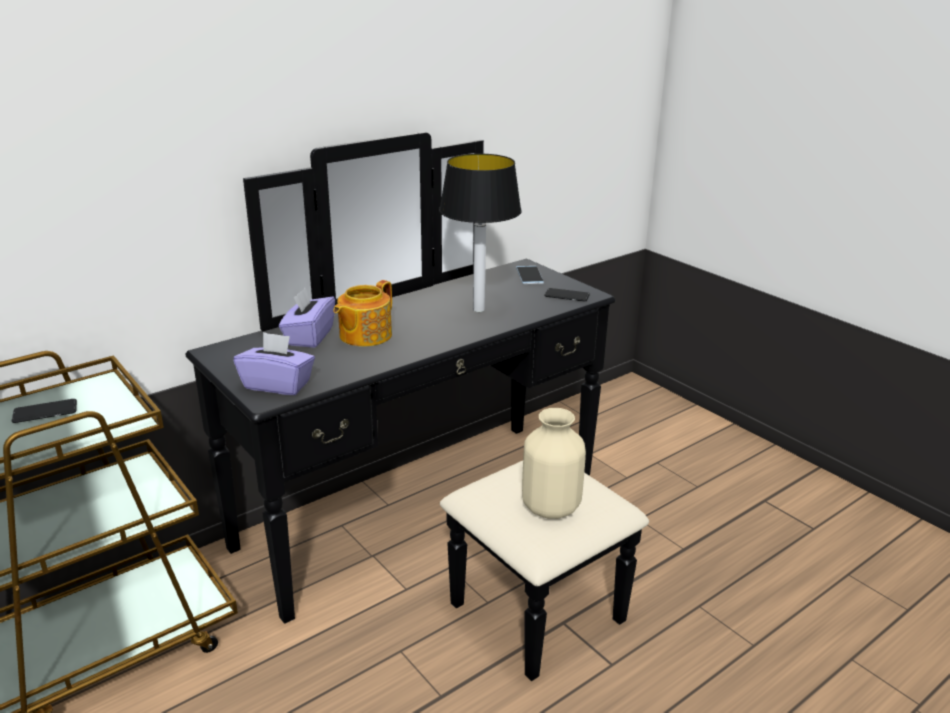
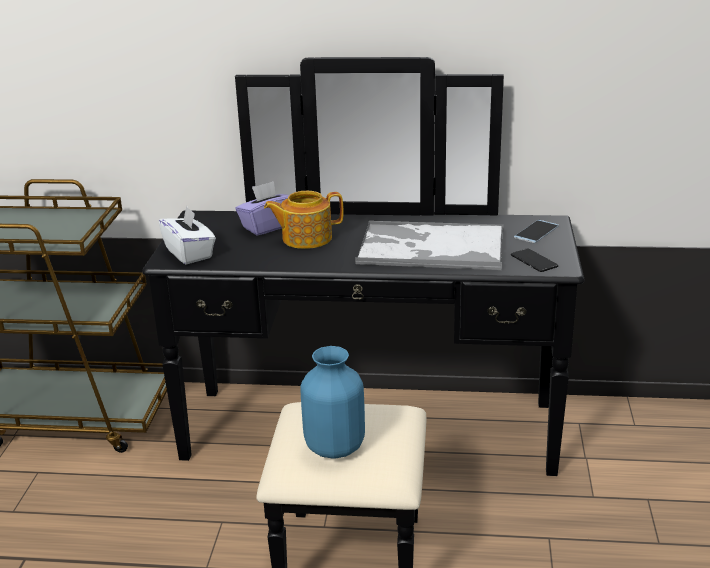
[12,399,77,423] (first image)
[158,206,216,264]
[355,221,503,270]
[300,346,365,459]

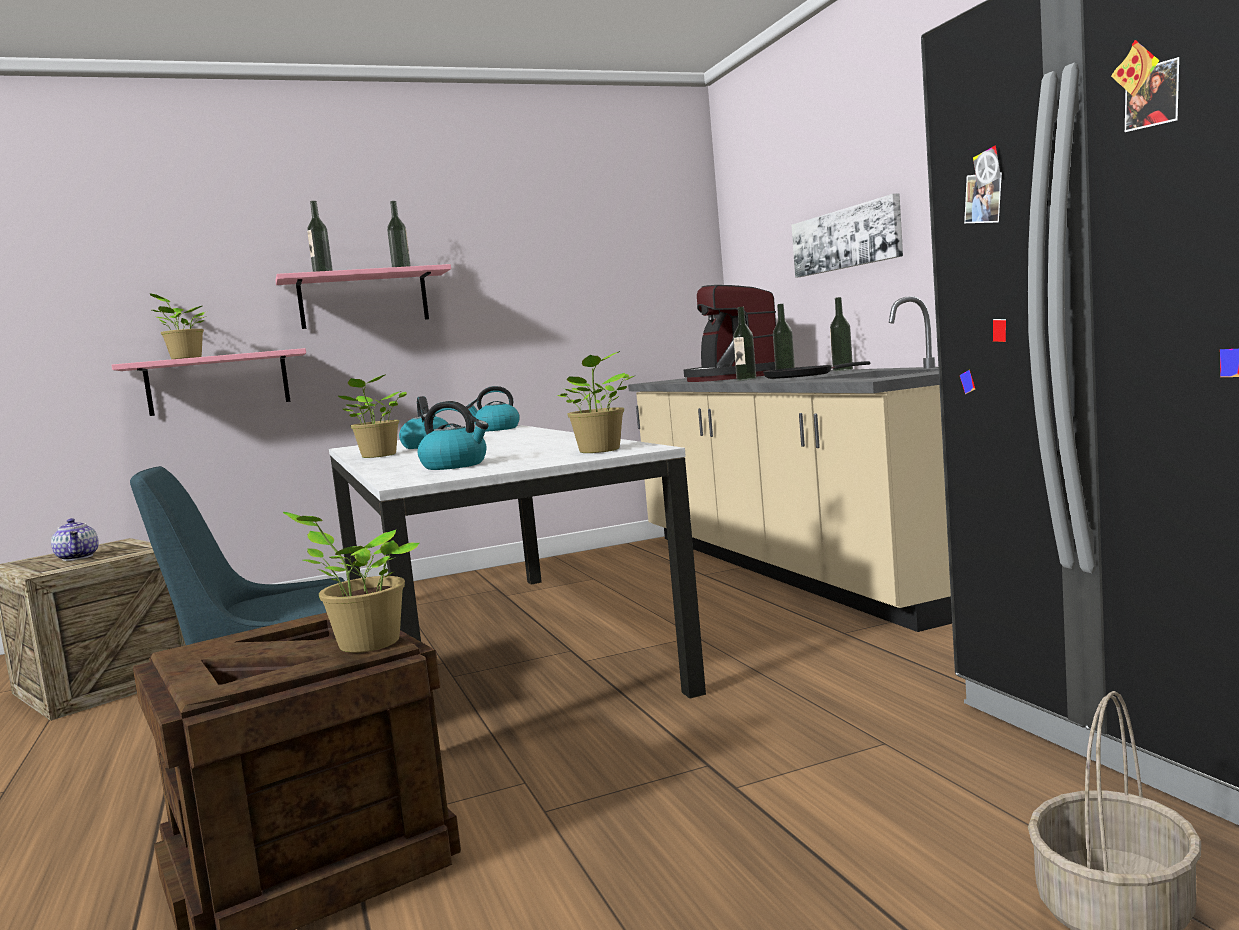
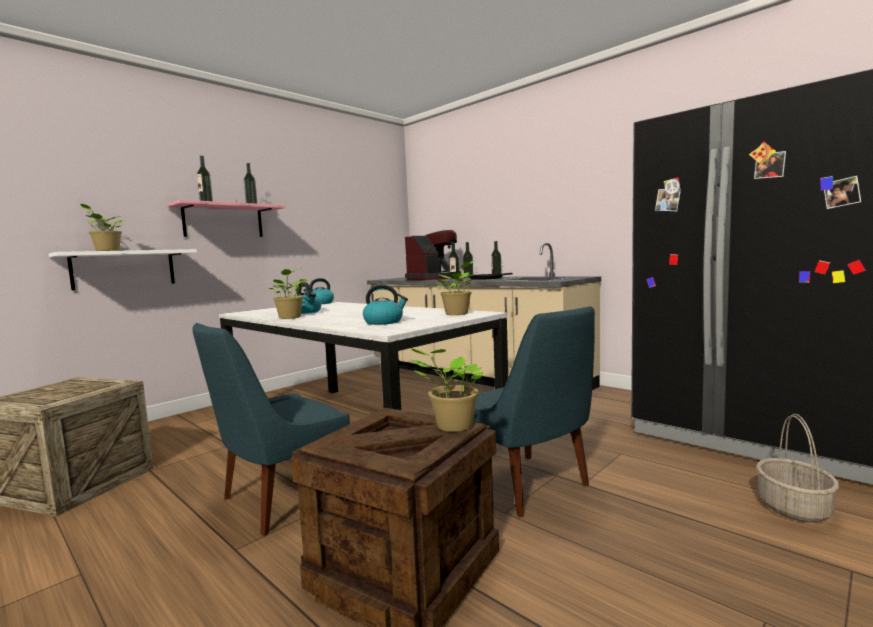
[51,518,99,561] (first image)
[49,249,197,290]
[405,230,461,280]
[791,194,903,278] (first image)
[473,306,595,518]

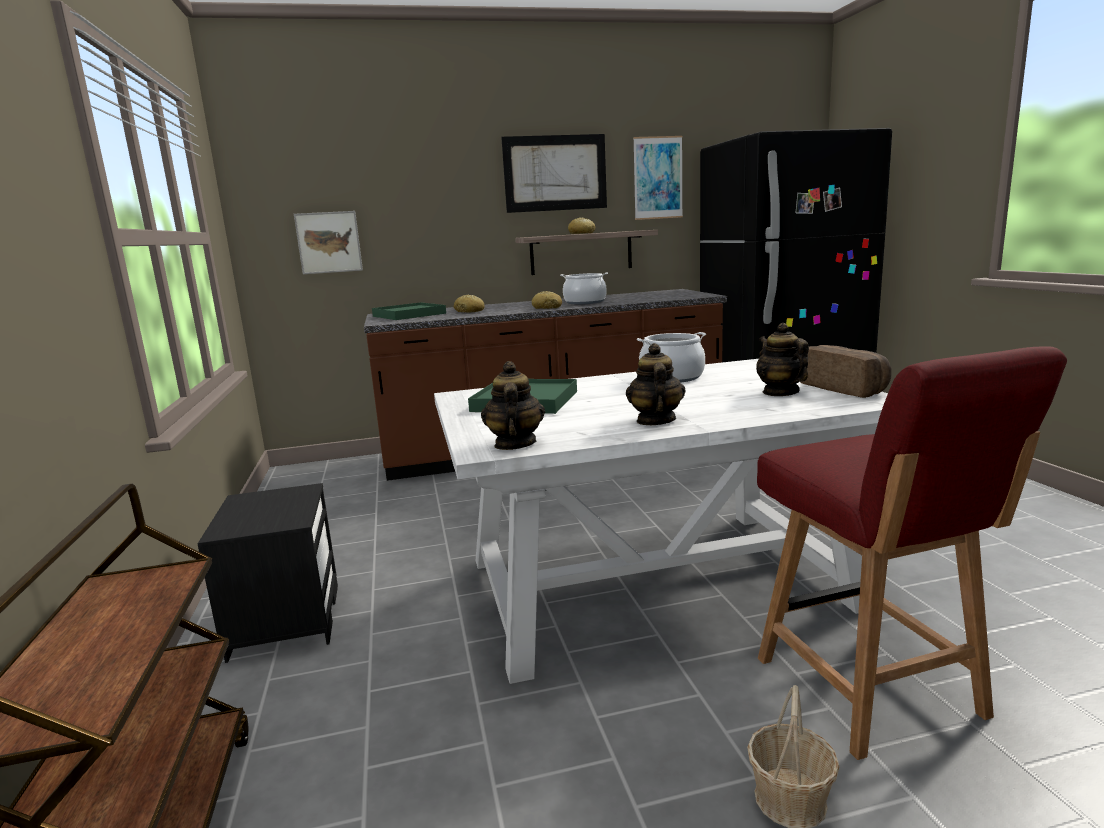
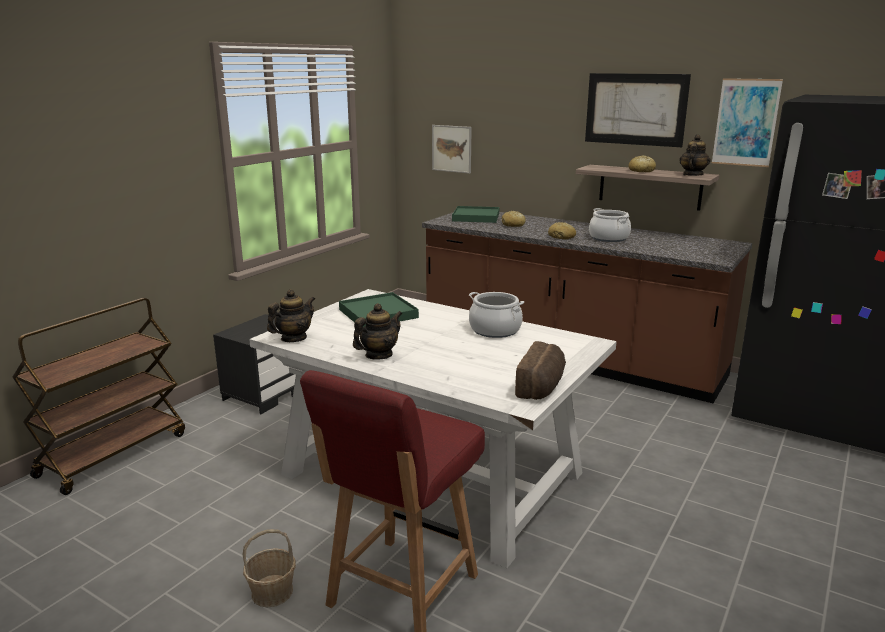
[679,135,711,176]

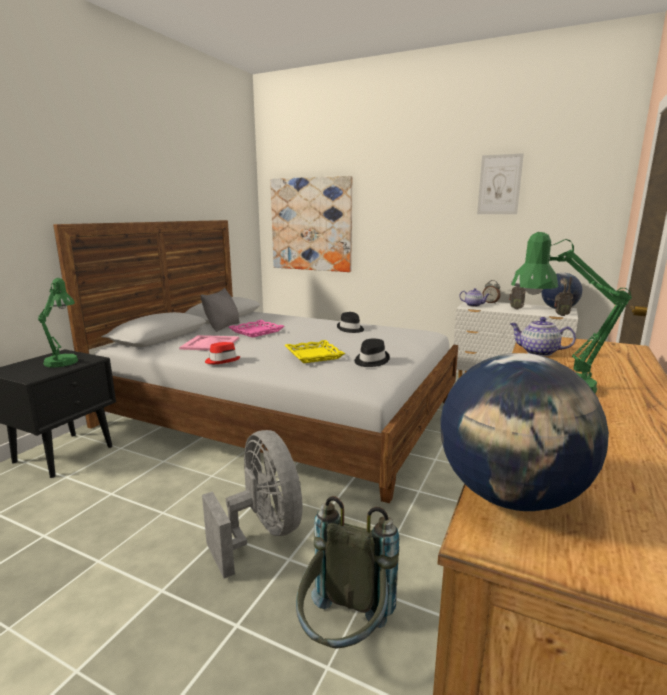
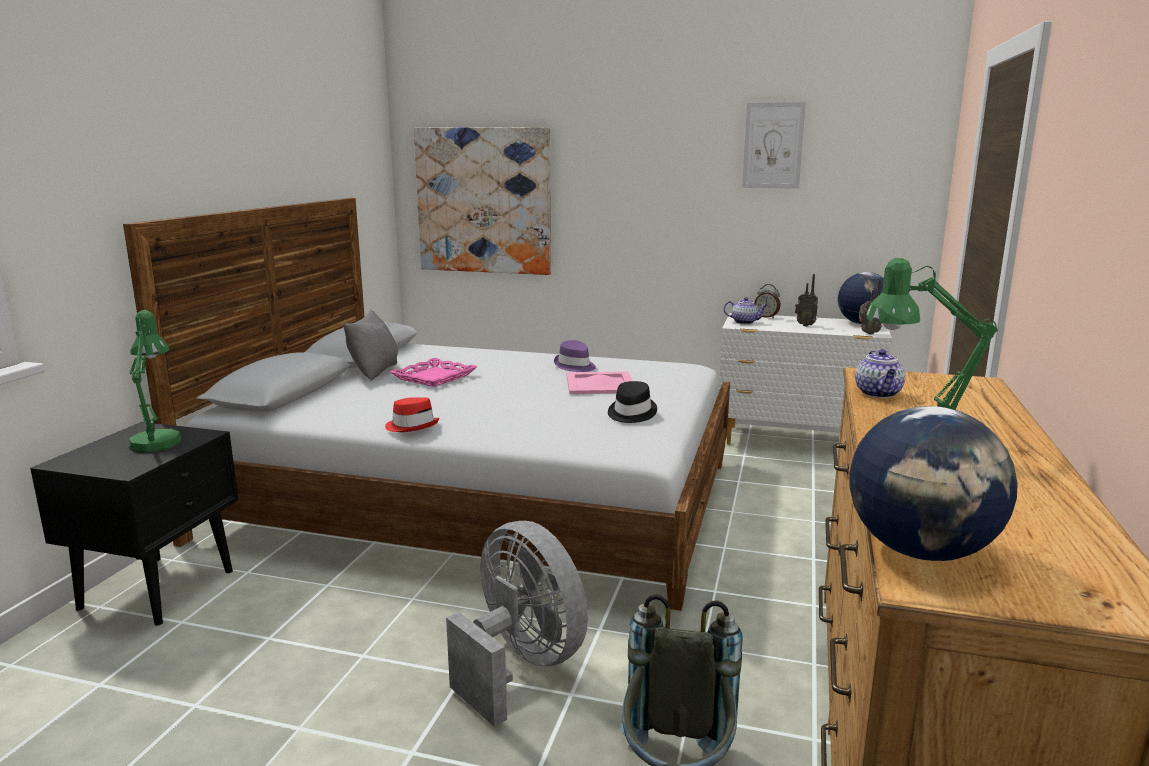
[567,372,632,394]
[285,340,345,363] (first image)
[554,340,596,372]
[855,349,905,398]

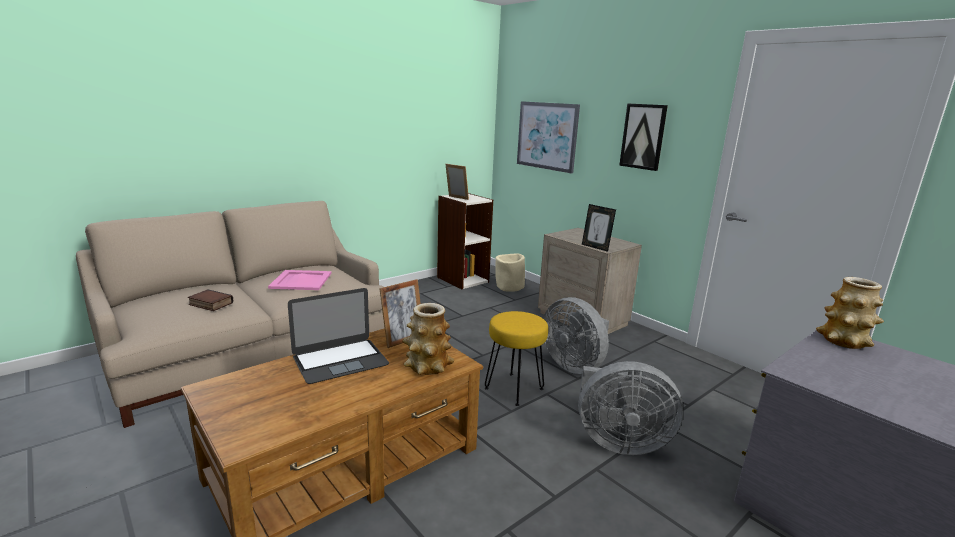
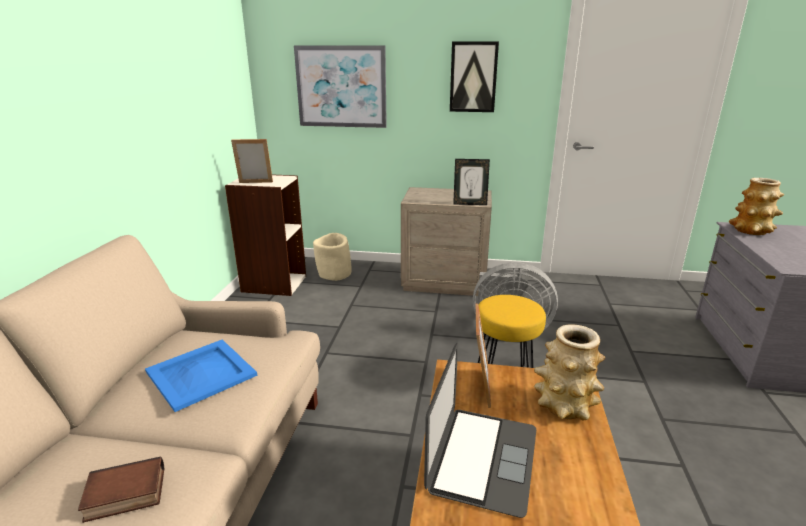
[145,339,257,412]
[578,361,683,455] (first image)

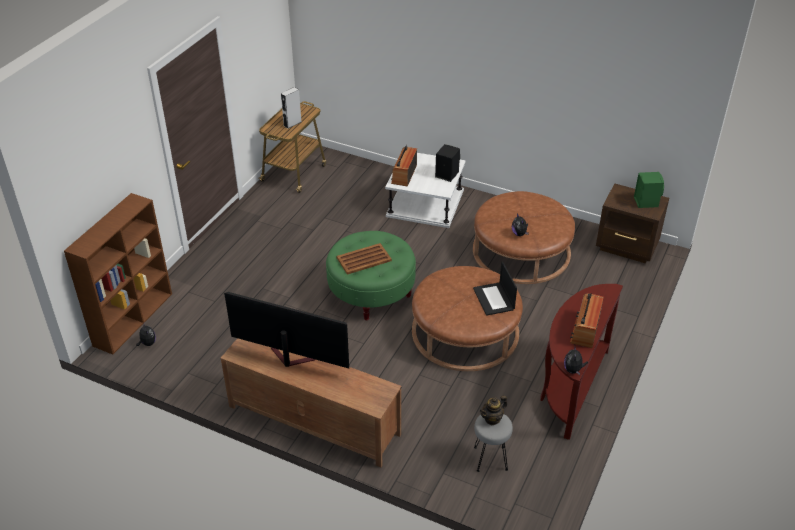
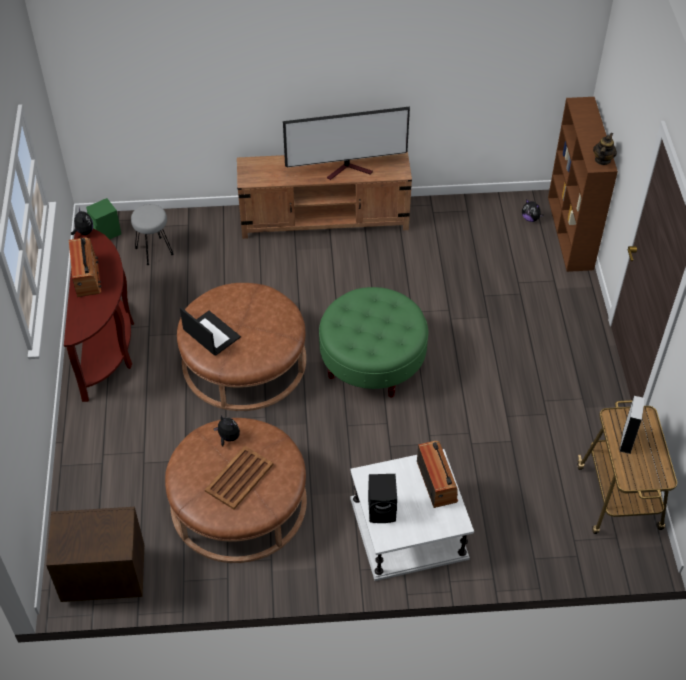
[205,445,273,510]
[593,133,617,165]
[86,198,121,239]

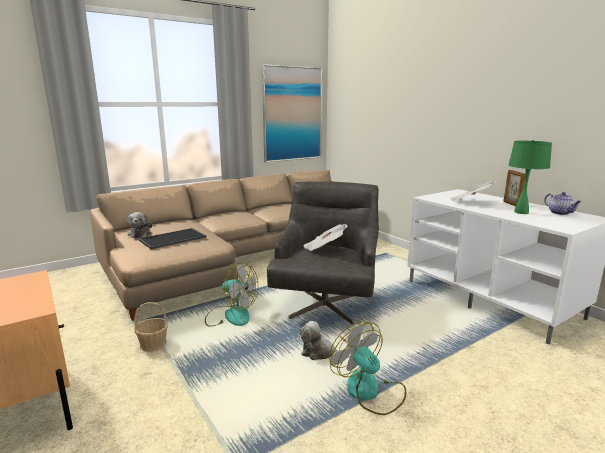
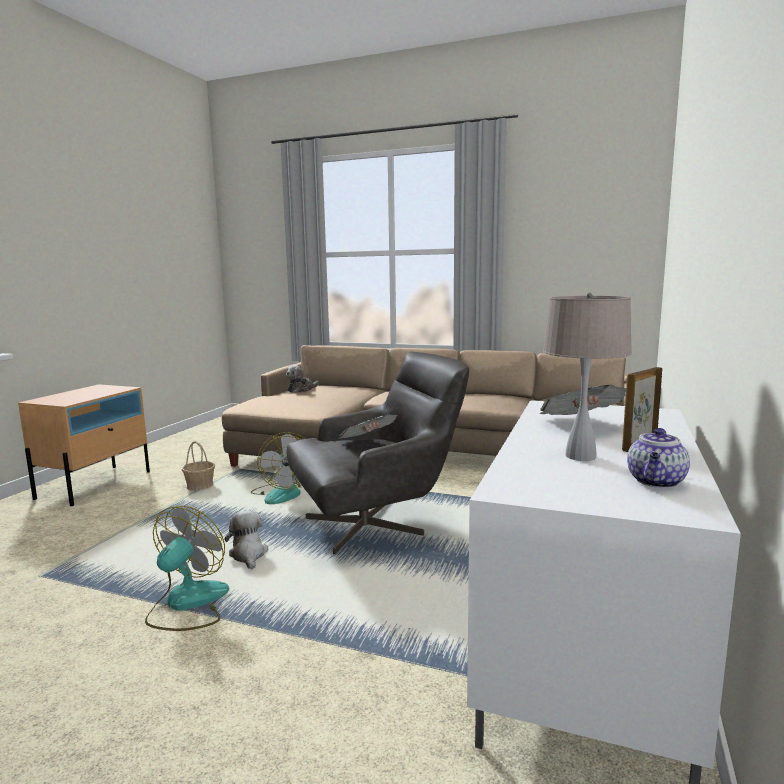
[139,228,207,249] (first image)
[262,64,322,162] (first image)
[543,293,632,461]

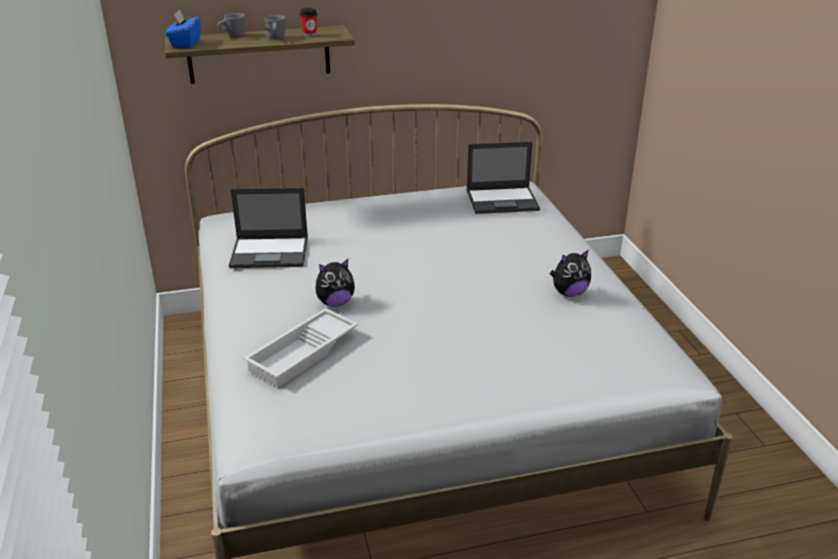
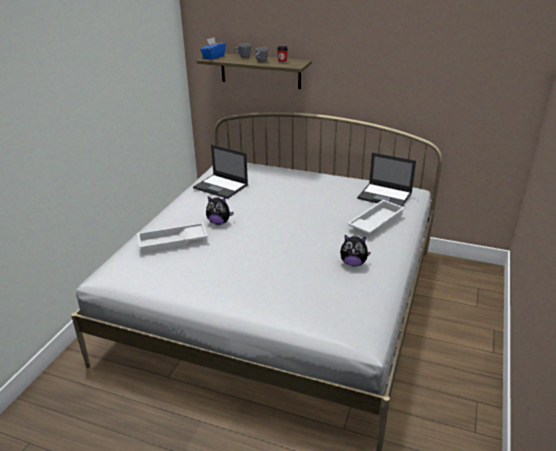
[347,200,405,234]

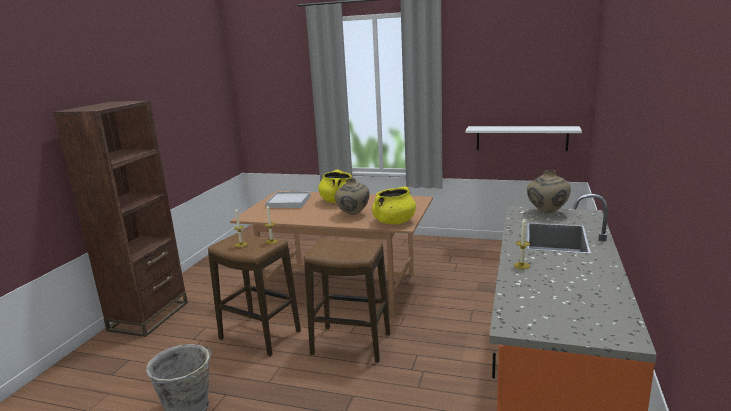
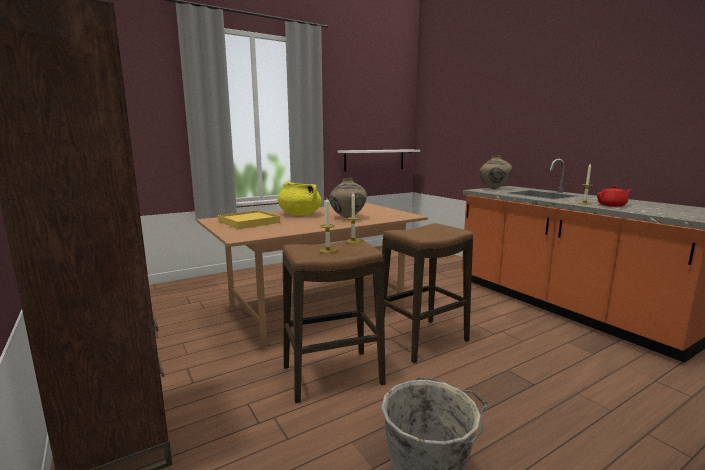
[218,210,280,229]
[372,187,416,225] (first image)
[597,185,632,207]

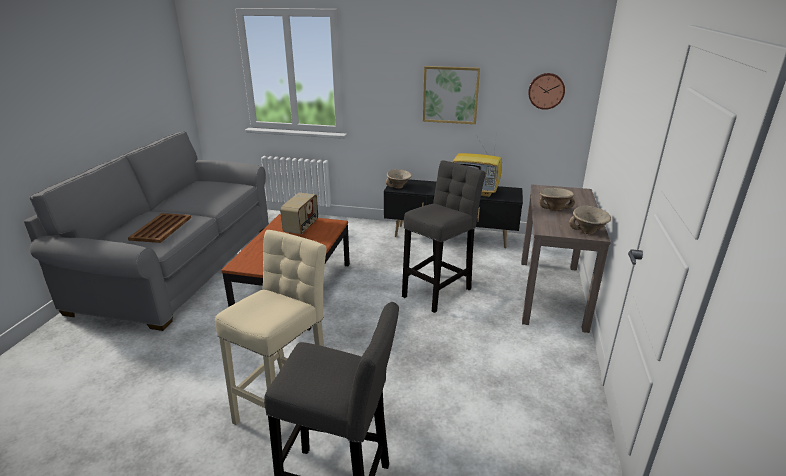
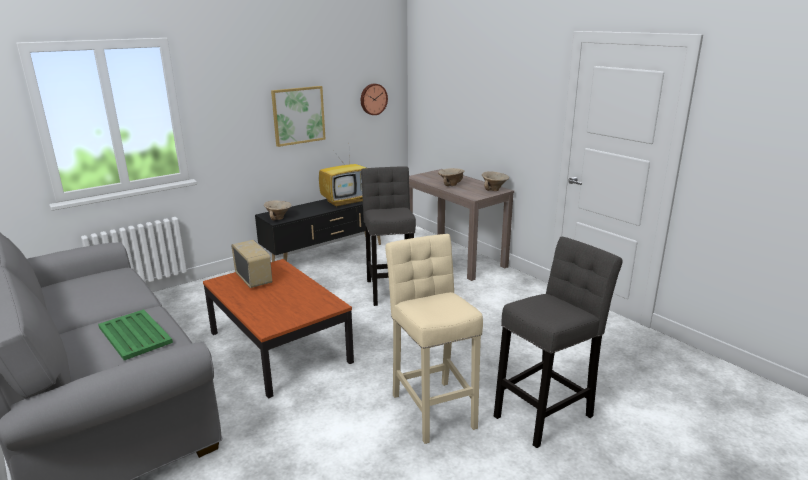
[98,309,173,360]

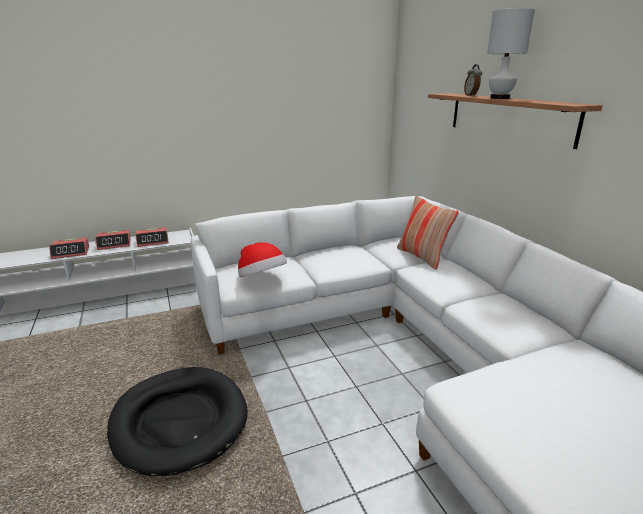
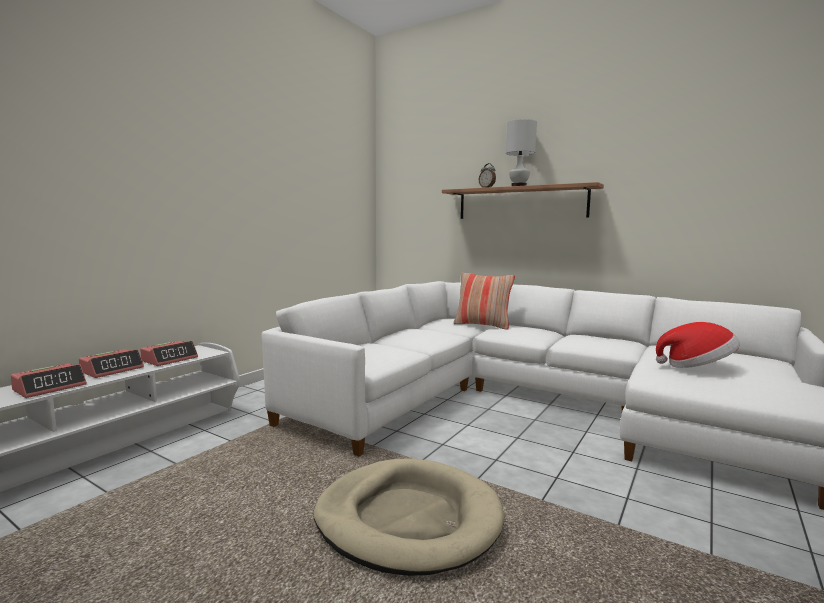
[313,458,504,576]
[656,322,740,368]

